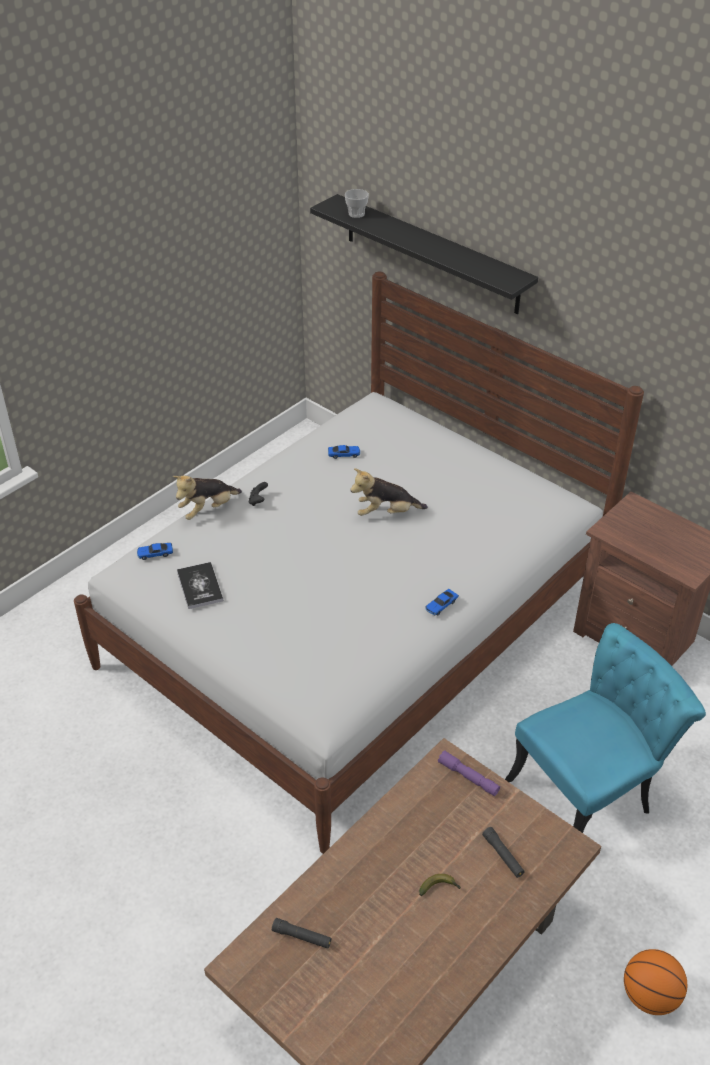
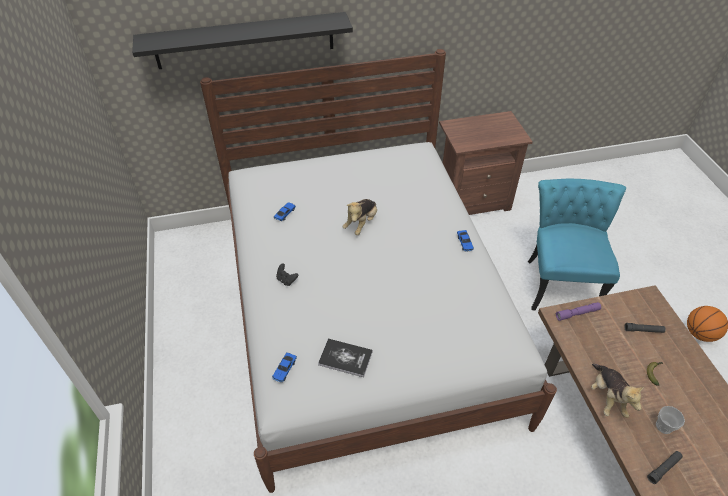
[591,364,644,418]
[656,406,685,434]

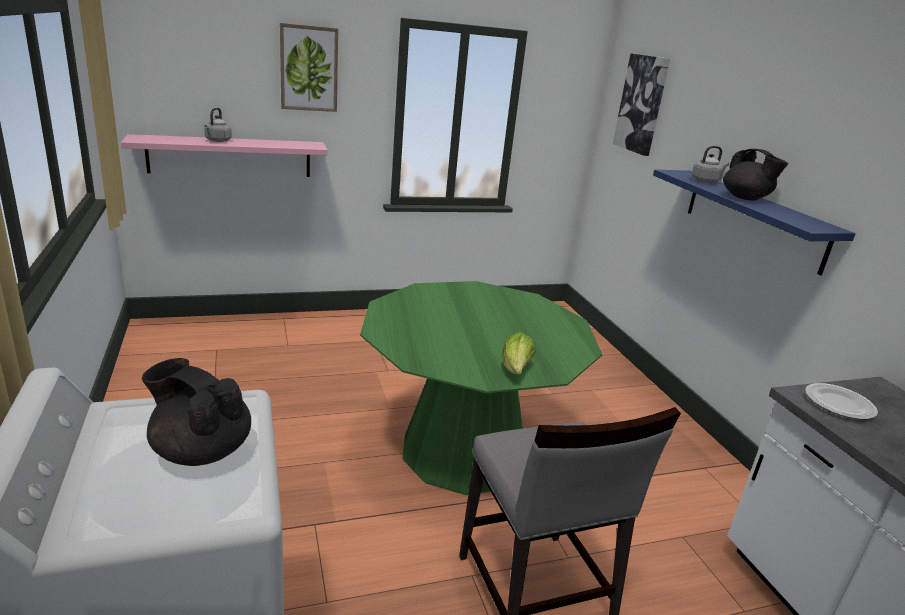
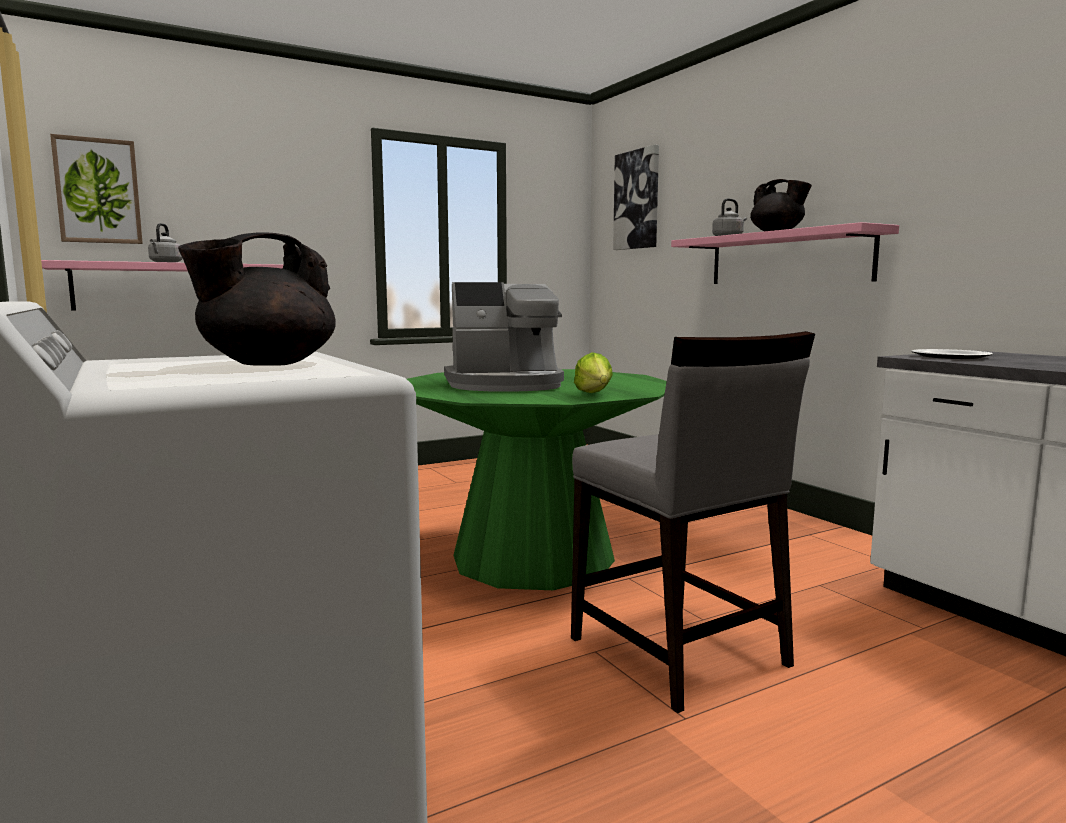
[178,232,336,366]
[50,134,143,244]
[671,222,899,284]
[444,282,564,392]

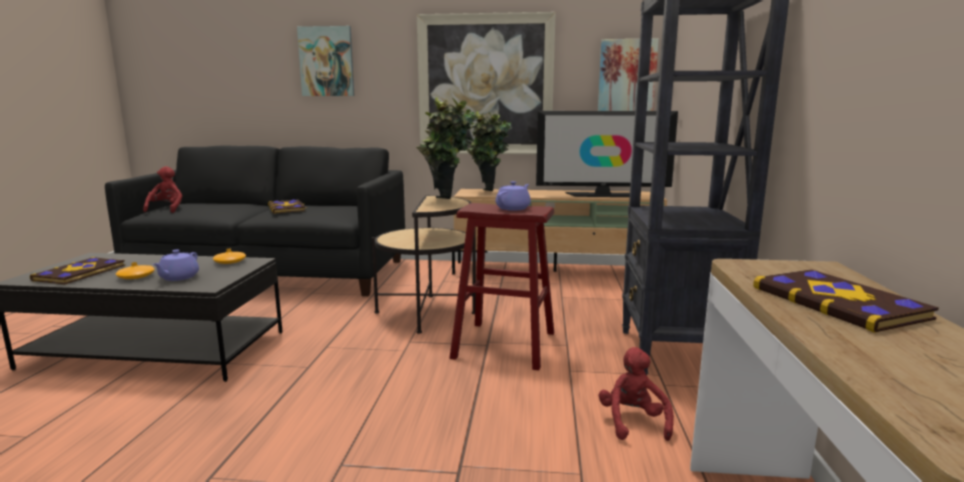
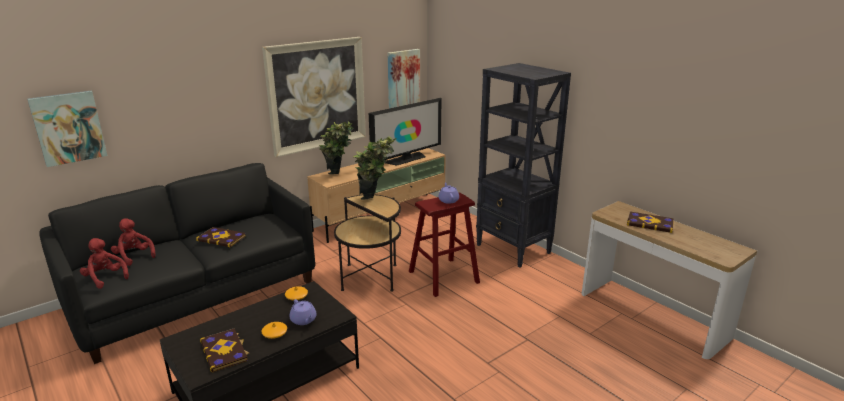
[27,91,107,167]
[111,218,156,266]

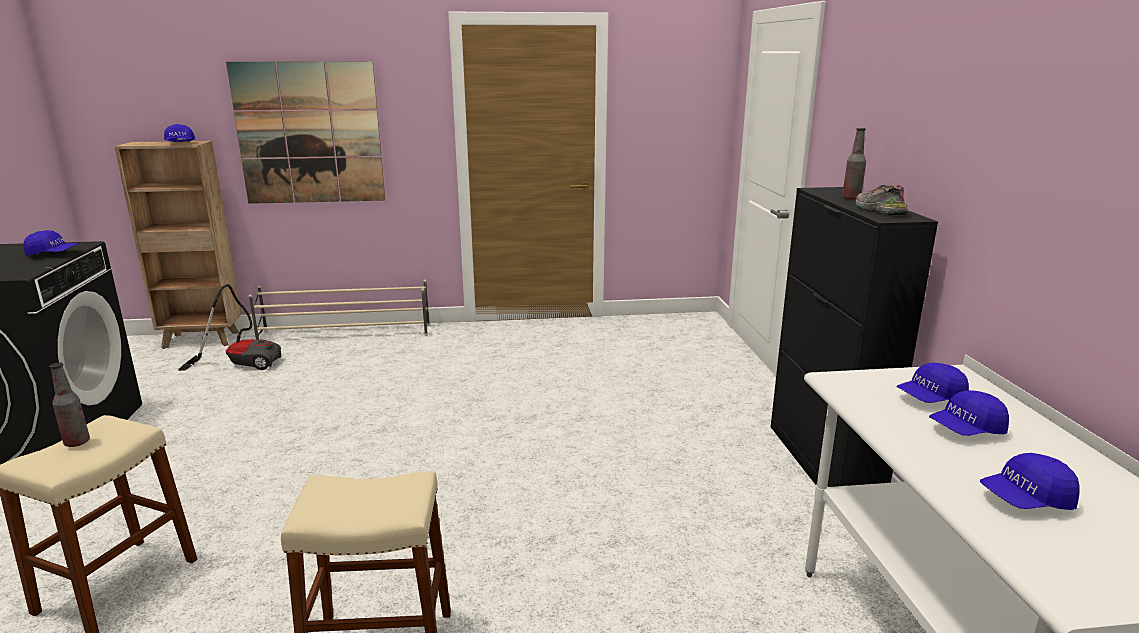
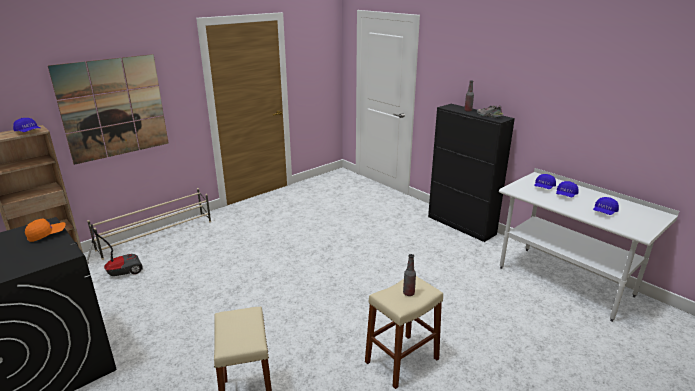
[25,219,66,242]
[403,254,416,296]

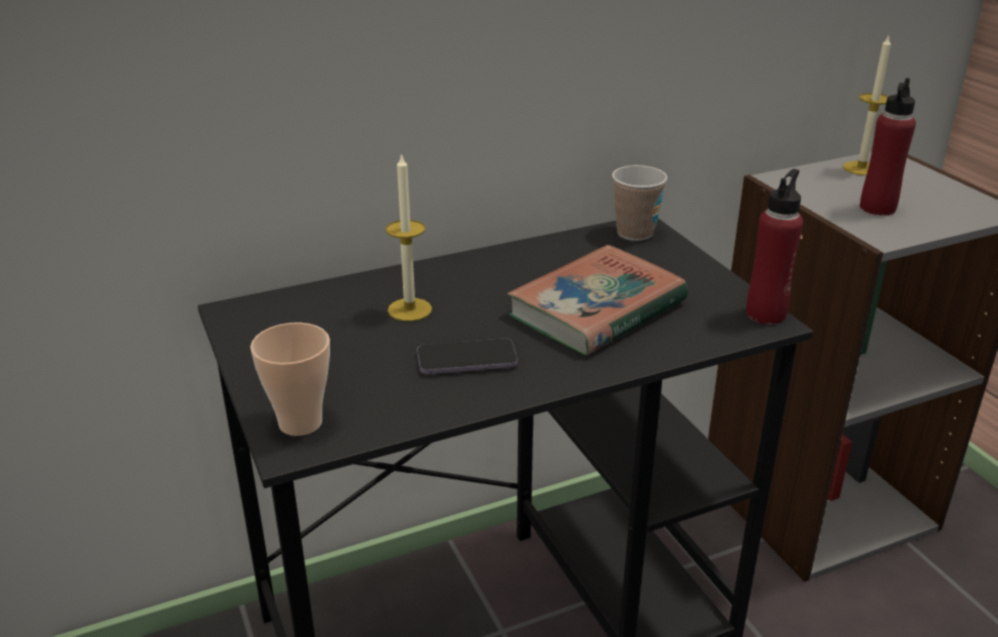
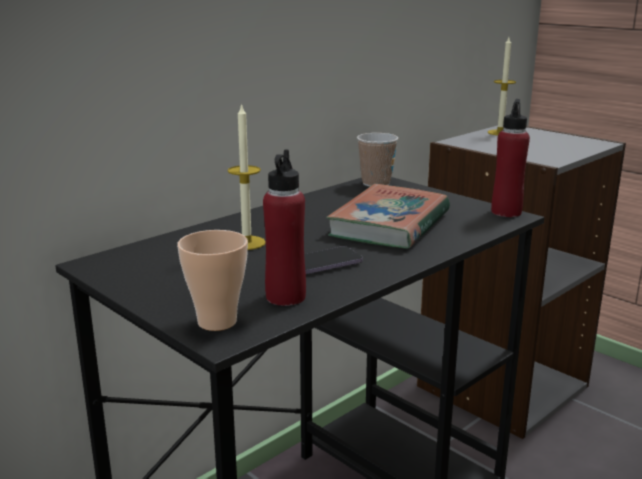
[263,149,306,306]

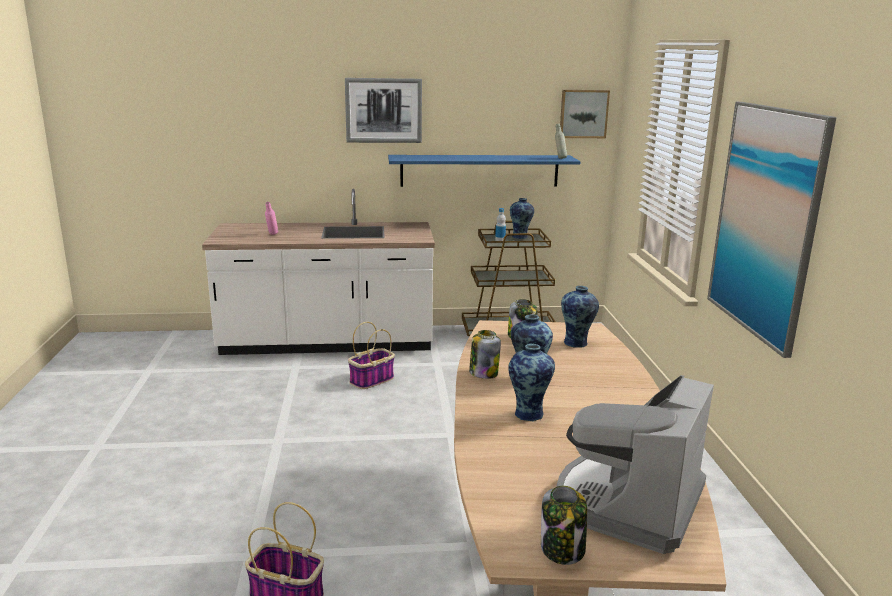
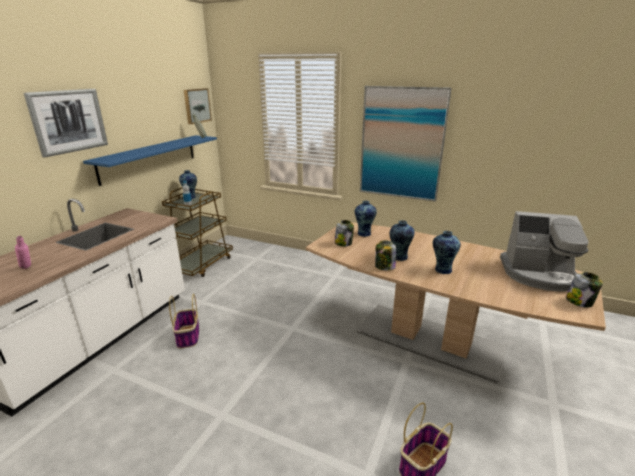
[500,211,588,291]

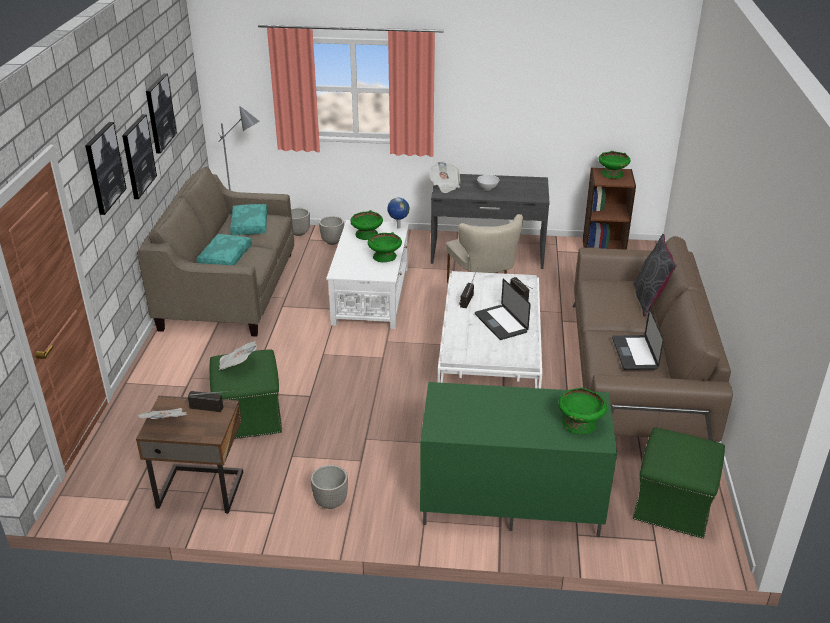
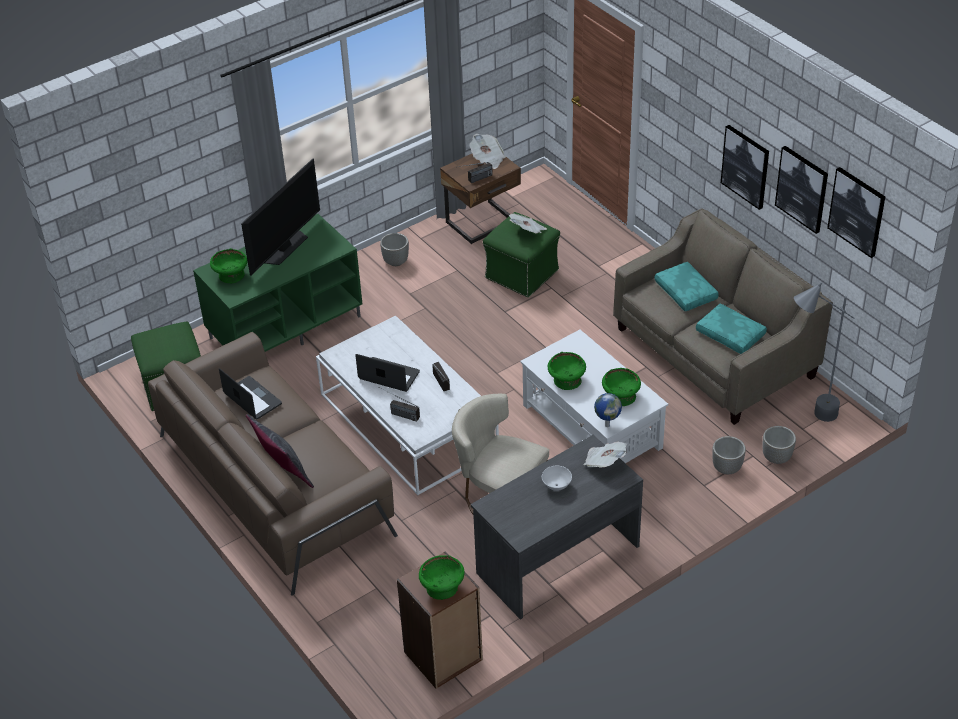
[827,167,885,258]
[241,159,320,276]

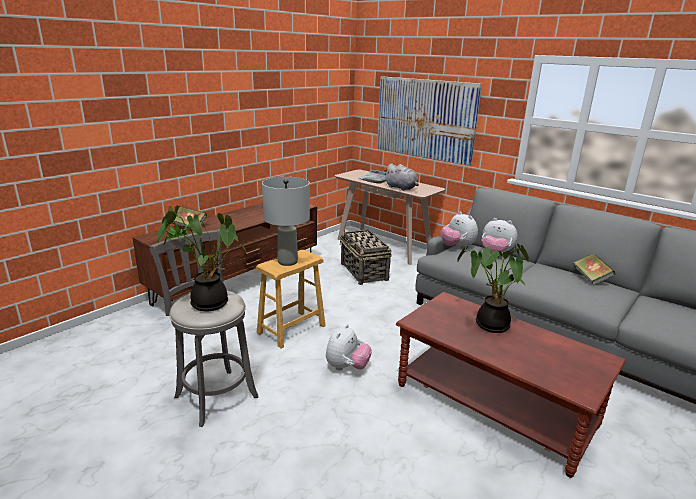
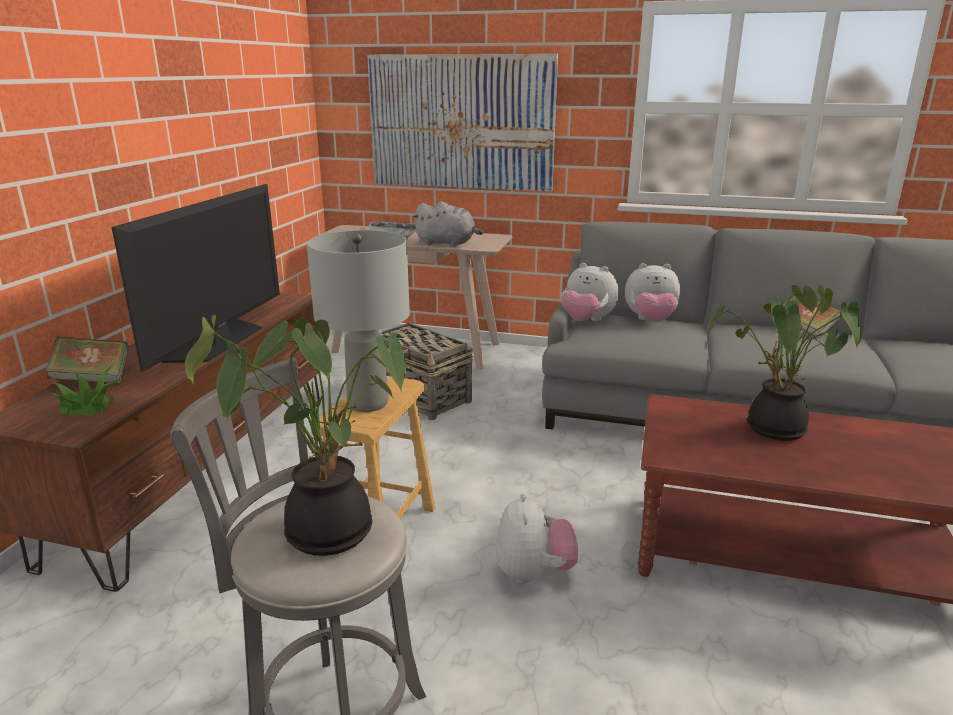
[111,184,280,372]

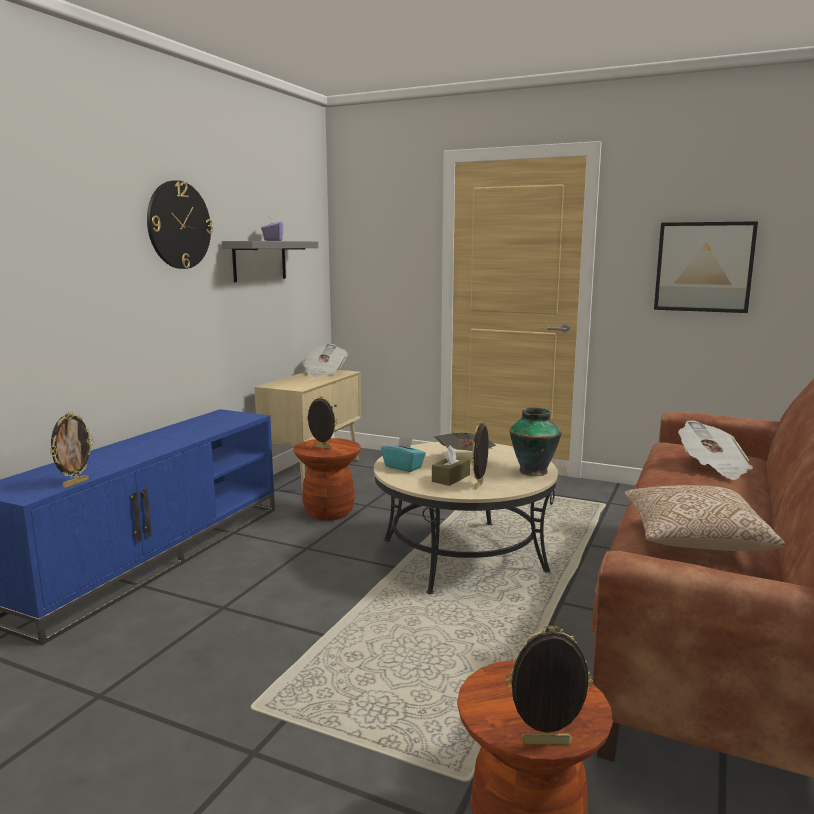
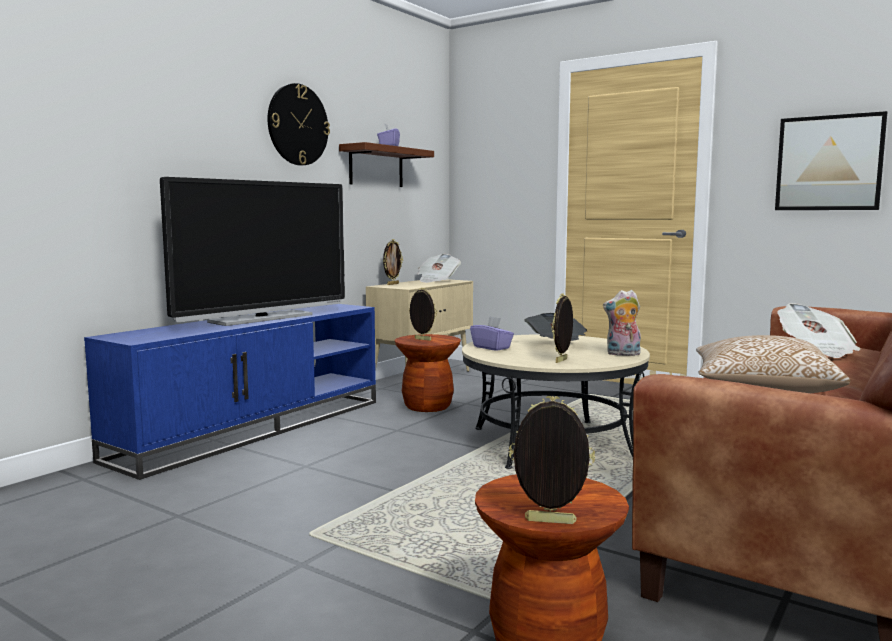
[383,239,403,285]
[339,142,434,187]
[470,317,514,351]
[432,445,470,486] (first image)
[603,290,641,356]
[160,177,345,326]

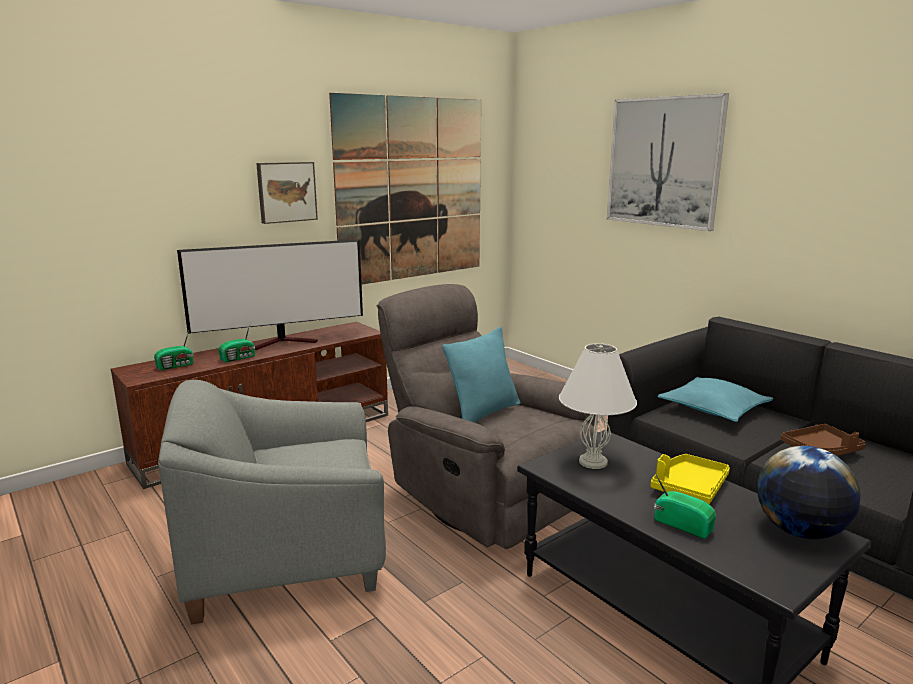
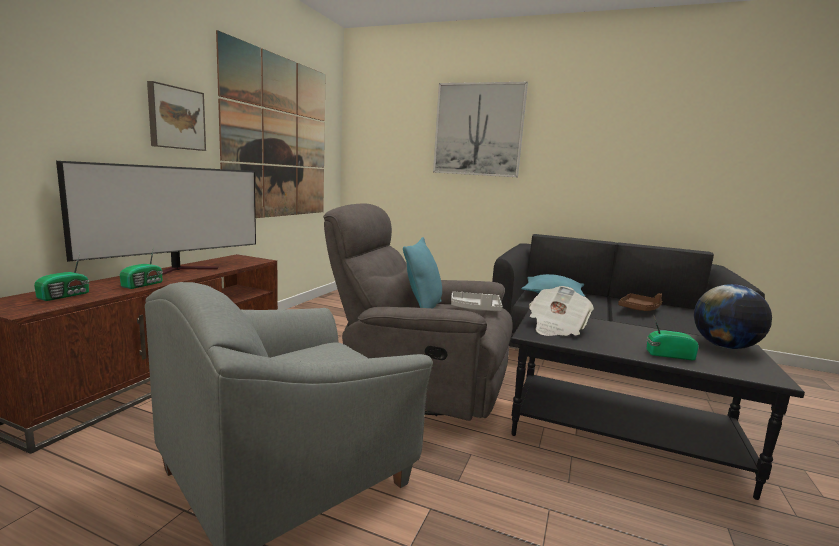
[529,286,594,336]
[651,454,730,504] (first image)
[451,291,503,312]

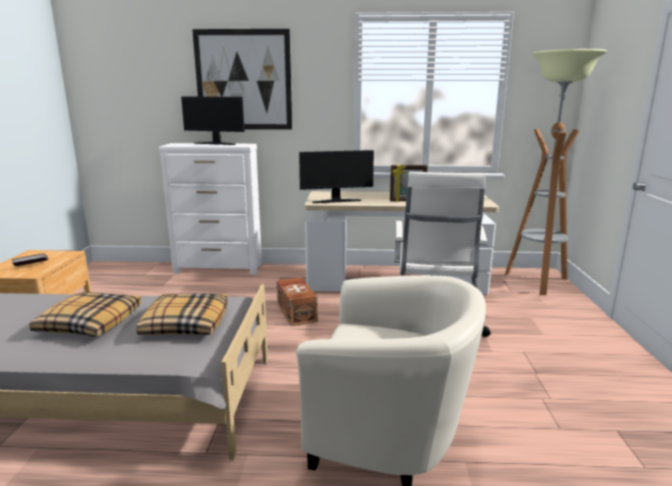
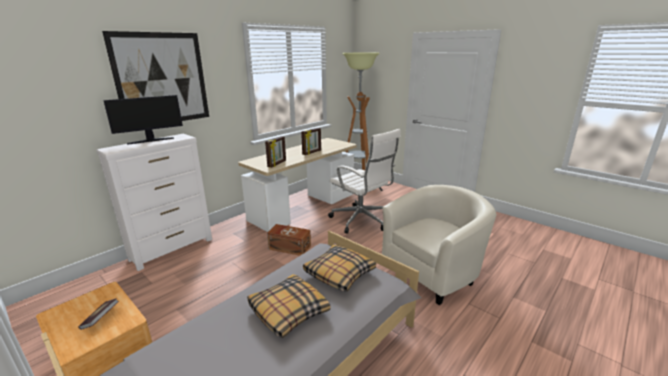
[265,136,286,168]

